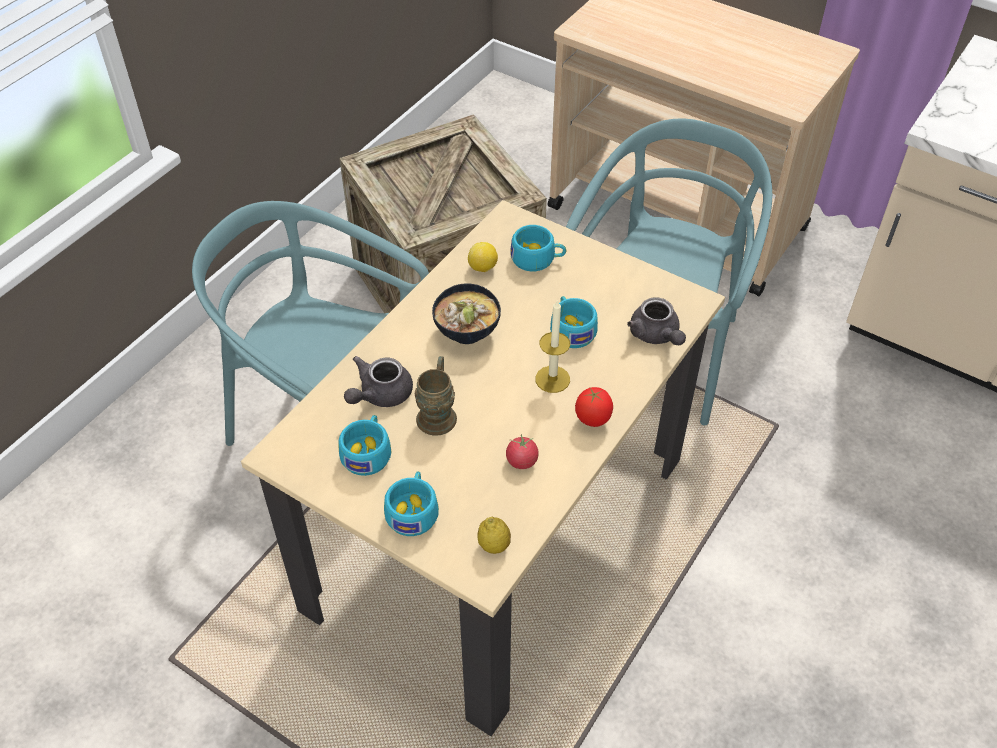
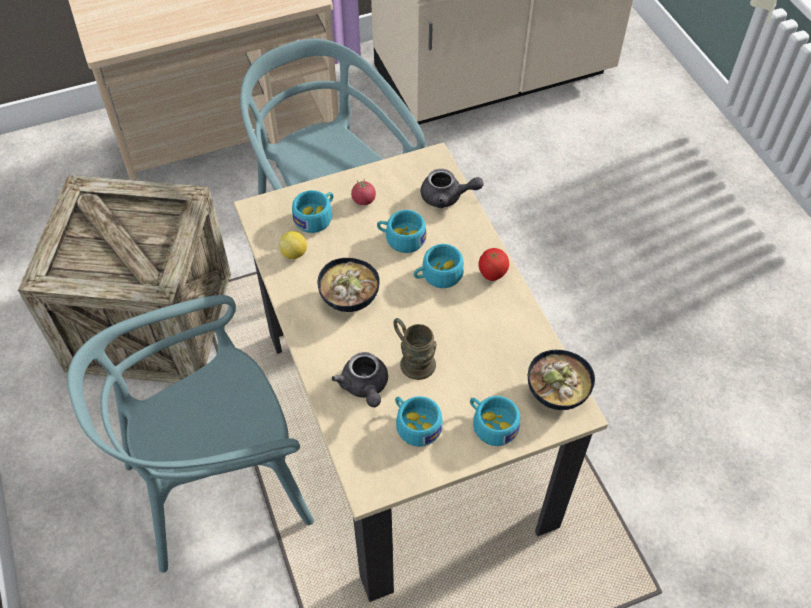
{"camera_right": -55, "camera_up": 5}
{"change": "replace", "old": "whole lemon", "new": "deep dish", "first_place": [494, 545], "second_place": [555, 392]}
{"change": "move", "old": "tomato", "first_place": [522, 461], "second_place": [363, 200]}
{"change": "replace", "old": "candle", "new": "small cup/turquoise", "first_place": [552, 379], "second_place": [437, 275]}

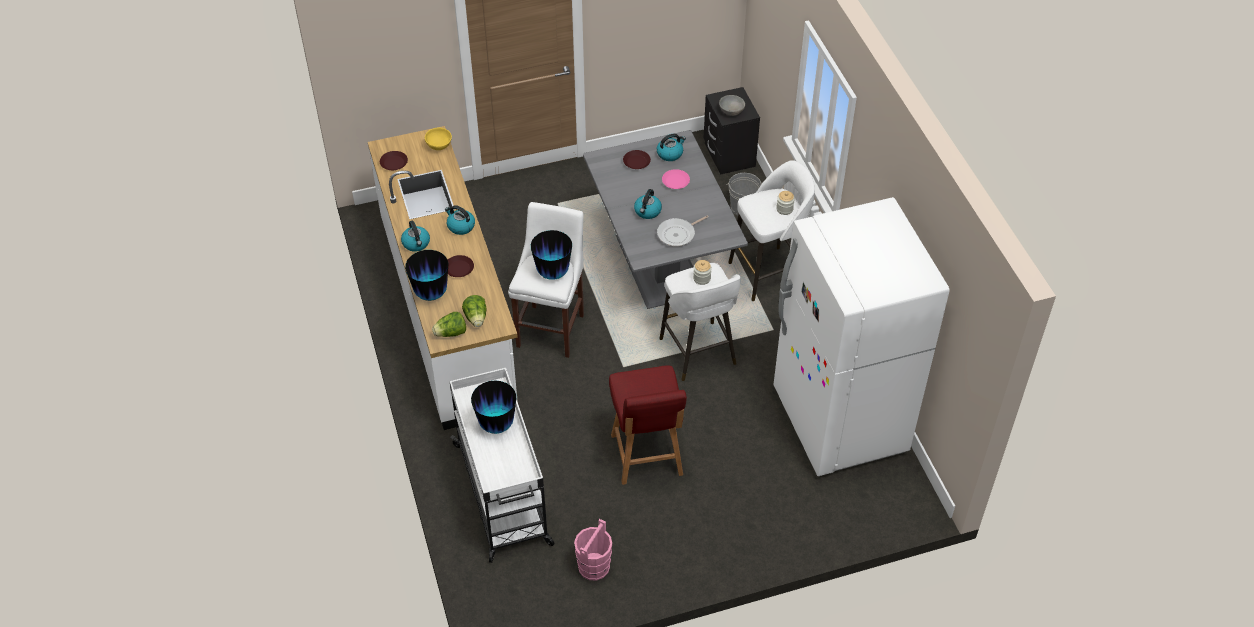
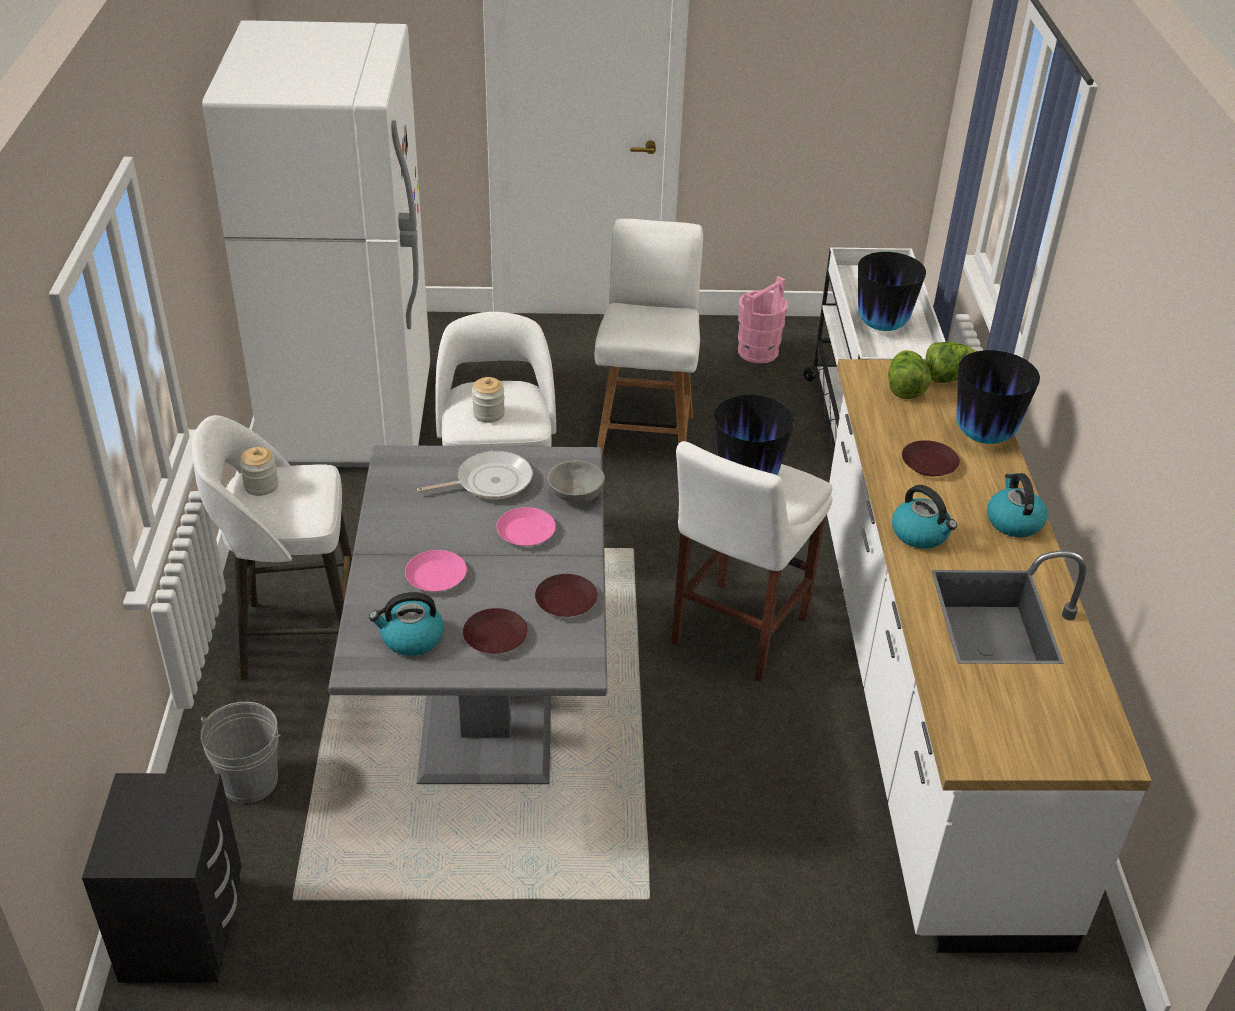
{"camera_right": -165, "camera_up": -10}
{"change": "move", "old": "plate/brown", "first_place": [394, 163], "second_place": [565, 600]}
{"change": "delete", "old": "deep dish/yellow-coloured", "first_place": [439, 145]}
{"change": "recolor", "old": "upright chair/red-coloured", "new": "upright chair/white", "first_place": [647, 456], "second_place": [645, 436]}
{"change": "replace", "old": "kettle", "new": "plate/pinkish", "first_place": [647, 211], "second_place": [525, 532]}
{"change": "move", "old": "deep dish/gray", "first_place": [731, 111], "second_place": [575, 497]}

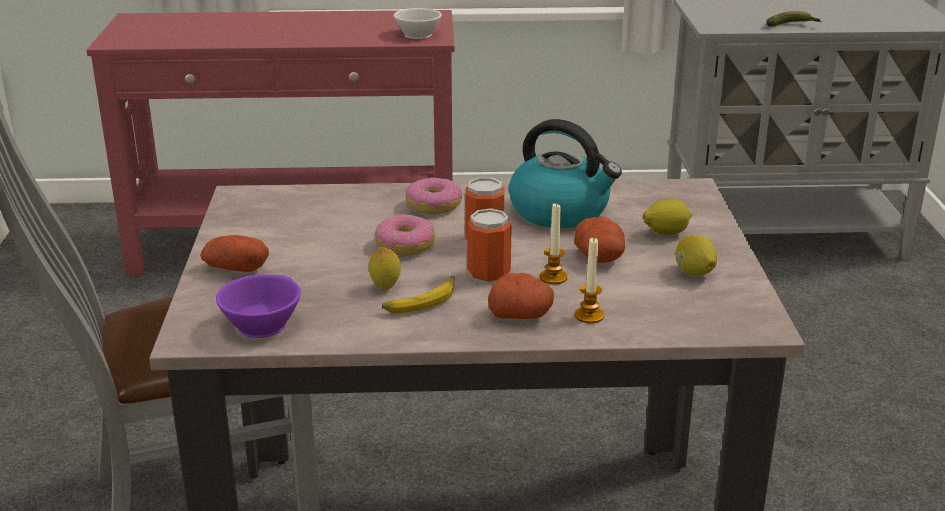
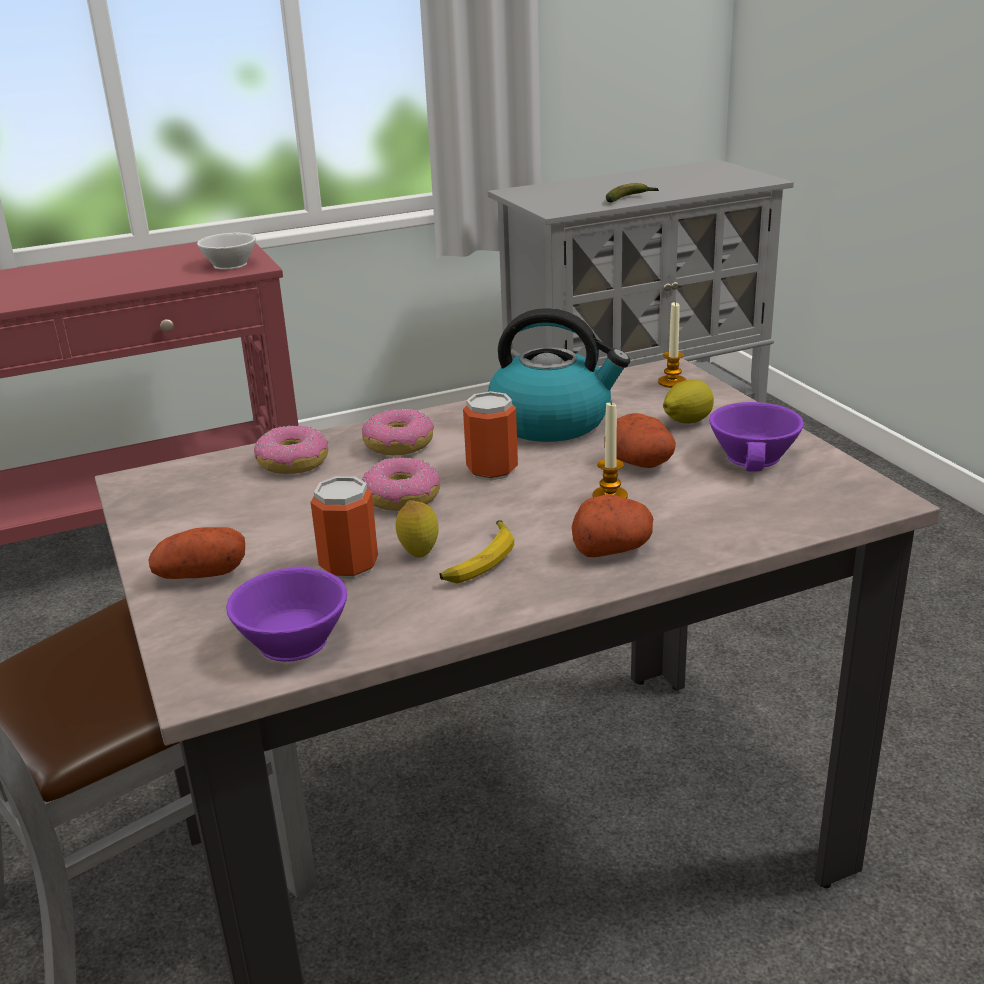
{"camera_right": -20, "camera_up": 0}
{"change": "move", "old": "can", "first_place": [488, 274], "second_place": [349, 565]}
{"change": "move", "old": "candle", "first_place": [589, 316], "second_place": [672, 382]}
{"change": "replace", "old": "whole lemon", "new": "small cup/purple", "first_place": [694, 273], "second_place": [757, 457]}
{"change": "insert", "new": "ring doughnut", "second_place": [293, 462]}

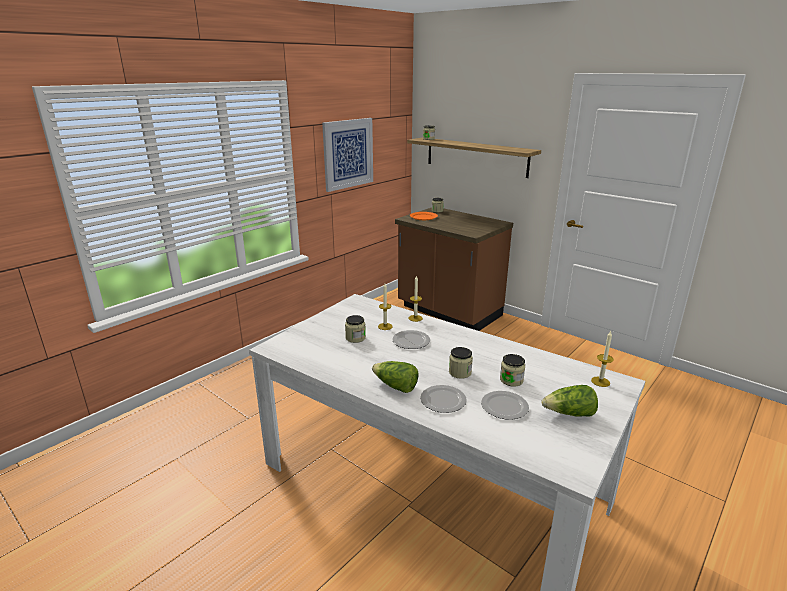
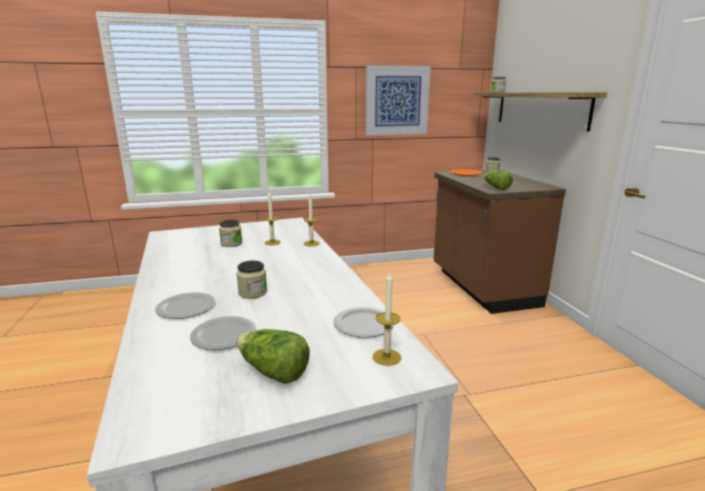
{"camera_right": 35, "camera_up": -5}
{"change": "move", "old": "head of lettuce", "first_place": [395, 386], "second_place": [496, 188]}
{"change": "move", "old": "plate", "first_place": [411, 341], "second_place": [364, 325]}
{"change": "delete", "old": "storage jar", "first_place": [511, 380]}

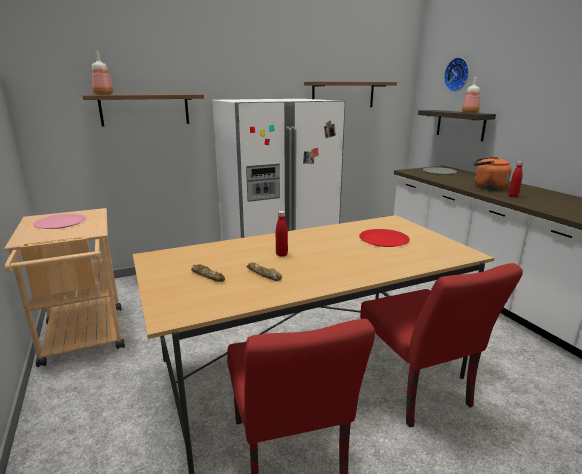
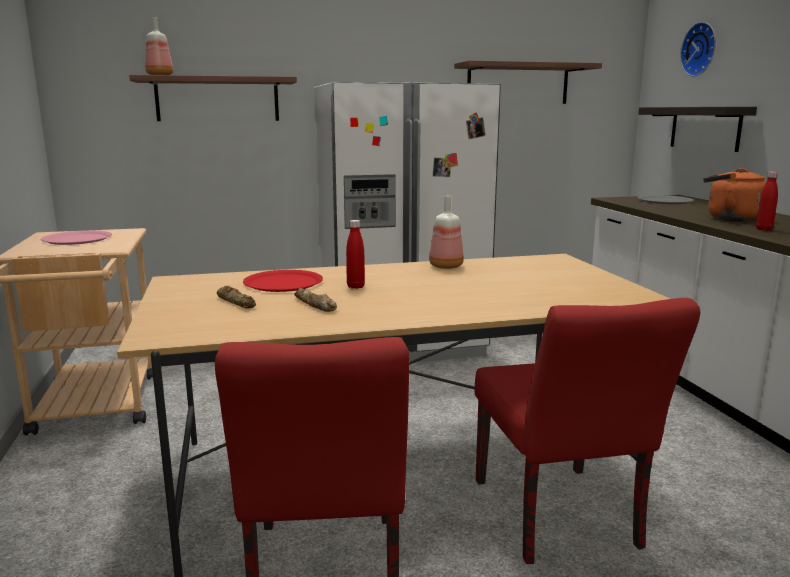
{"camera_right": 10, "camera_up": -5}
{"change": "move", "old": "plate/red-coloured", "first_place": [383, 239], "second_place": [283, 282]}
{"change": "move", "old": "bottle", "first_place": [470, 112], "second_place": [447, 267]}

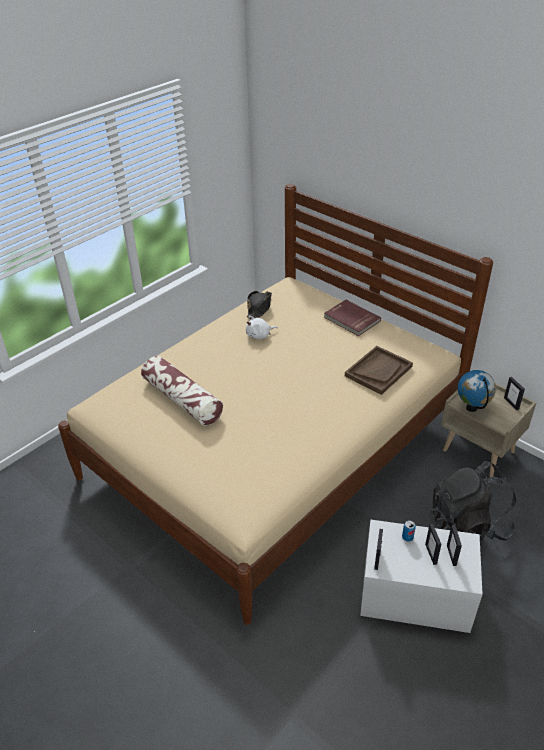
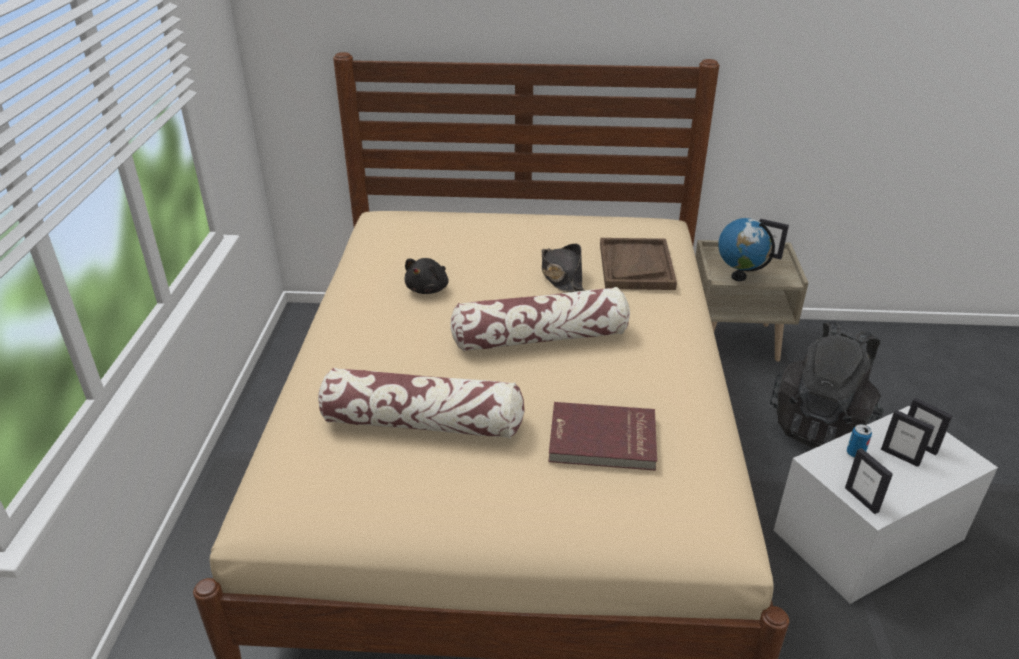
{"camera_right": -40, "camera_up": -5}
{"change": "recolor", "old": "soft toy/white", "new": "soft toy/black", "first_place": [259, 335], "second_place": [428, 289]}
{"change": "move", "old": "wearable hat/black", "first_place": [259, 308], "second_place": [561, 276]}
{"change": "move", "old": "volume/red-coloured", "first_place": [351, 319], "second_place": [602, 440]}
{"change": "insert", "new": "cushion", "second_place": [540, 337]}

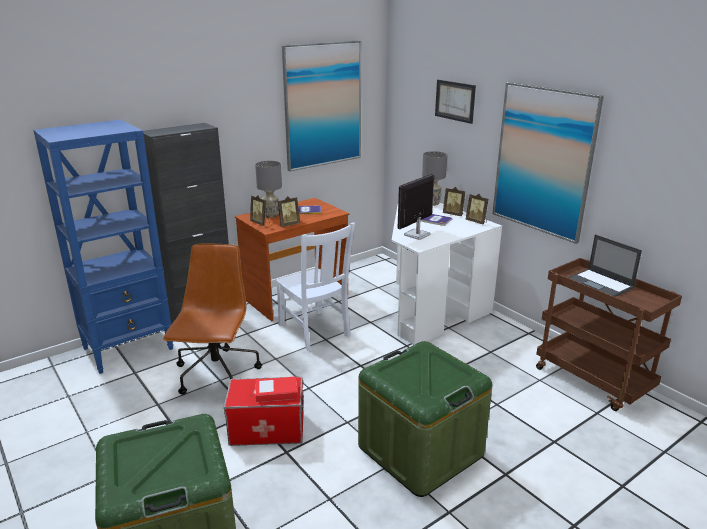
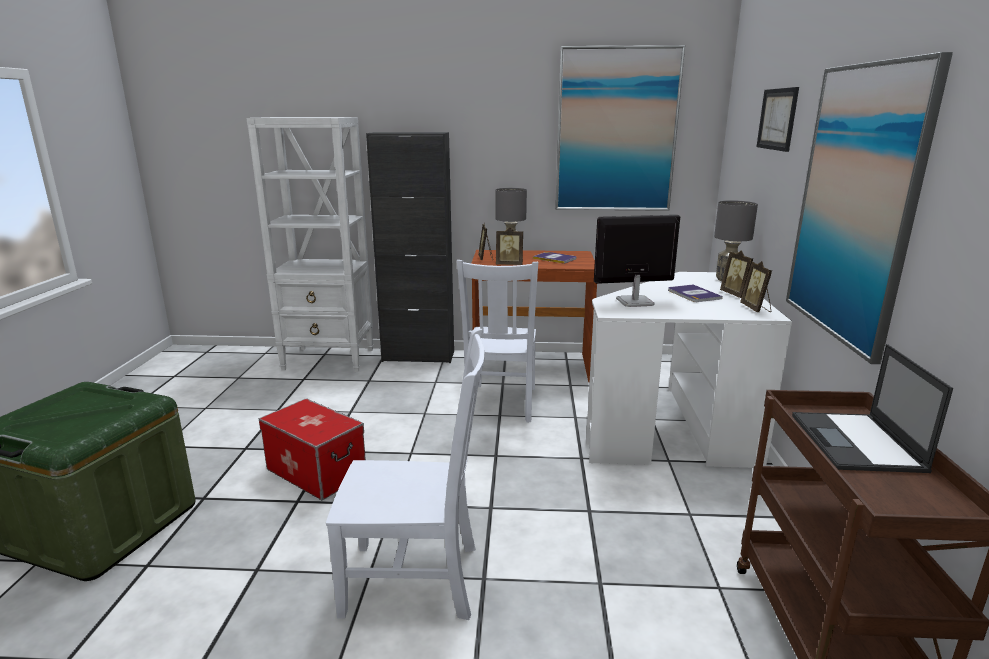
{"camera_right": 40, "camera_up": -5}
{"change": "recolor", "old": "bookshelf/blue-coloured", "new": "bookshelf/white", "first_place": [129, 348], "second_place": [329, 359]}
{"change": "delete", "old": "office chair/brown", "first_place": [216, 375]}
{"change": "delete", "old": "volume", "first_place": [276, 393]}
{"change": "replace", "old": "storage bin/green-coloured", "new": "upright chair/white", "first_place": [420, 451], "second_place": [416, 580]}

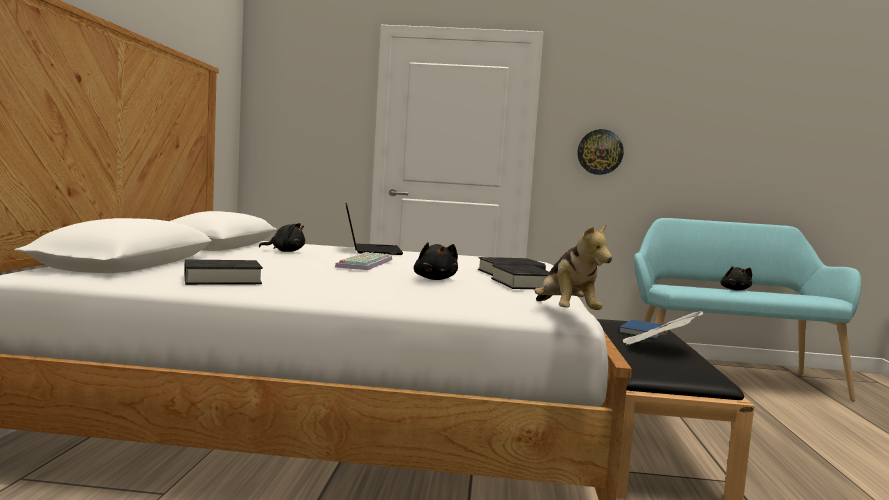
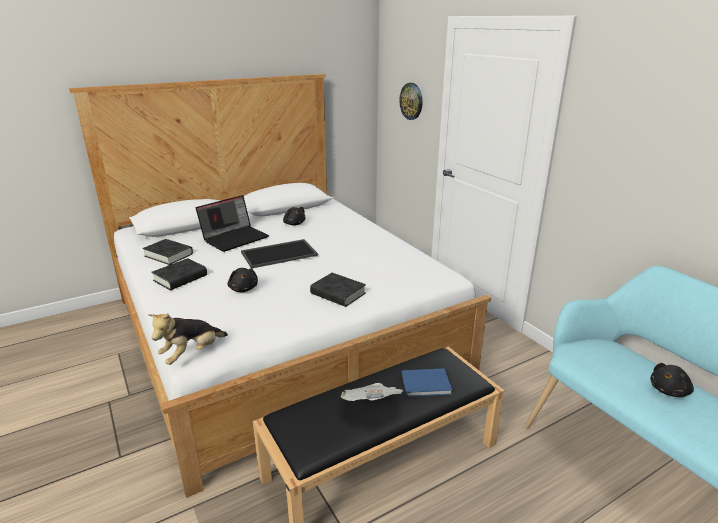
{"camera_right": 55, "camera_up": 20}
{"change": "replace", "old": "PC keyboard", "new": "carrying tray", "first_place": [364, 263], "second_place": [279, 253]}
{"change": "move", "old": "laptop", "first_place": [370, 250], "second_place": [235, 238]}
{"change": "rotate", "old": "soft toy/black", "first_place": [435, 279], "second_place": [243, 289], "degrees": -60}
{"change": "move", "old": "volume/black", "first_place": [524, 284], "second_place": [180, 278]}
{"change": "move", "old": "hanging clock", "first_place": [600, 152], "second_place": [411, 101]}

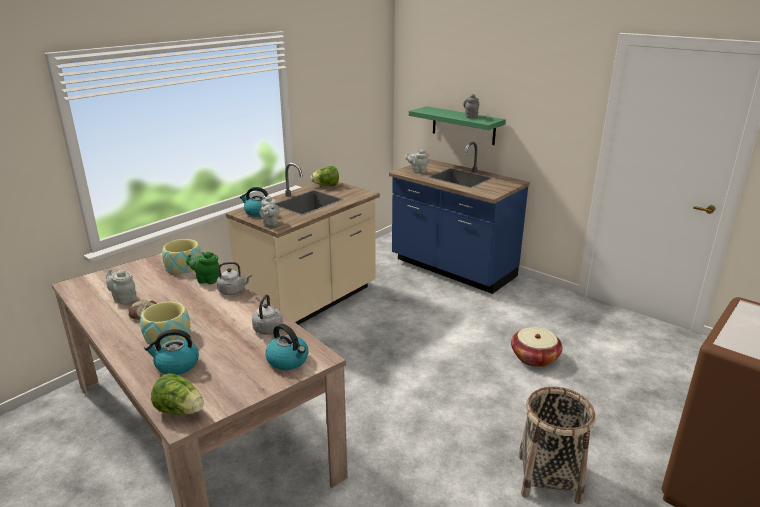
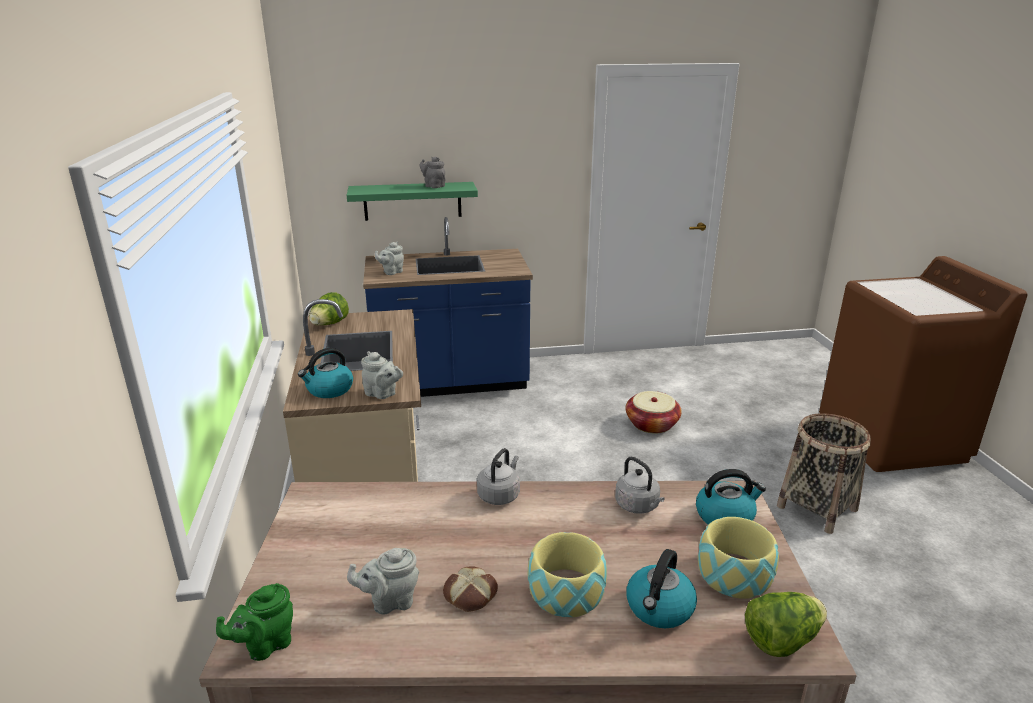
{"camera_right": -50, "camera_up": 0}
{"change": "move", "old": "deep dish", "first_place": [183, 266], "second_place": [734, 575]}
{"change": "move", "old": "teapot/green-coloured", "first_place": [206, 280], "second_place": [265, 645]}

